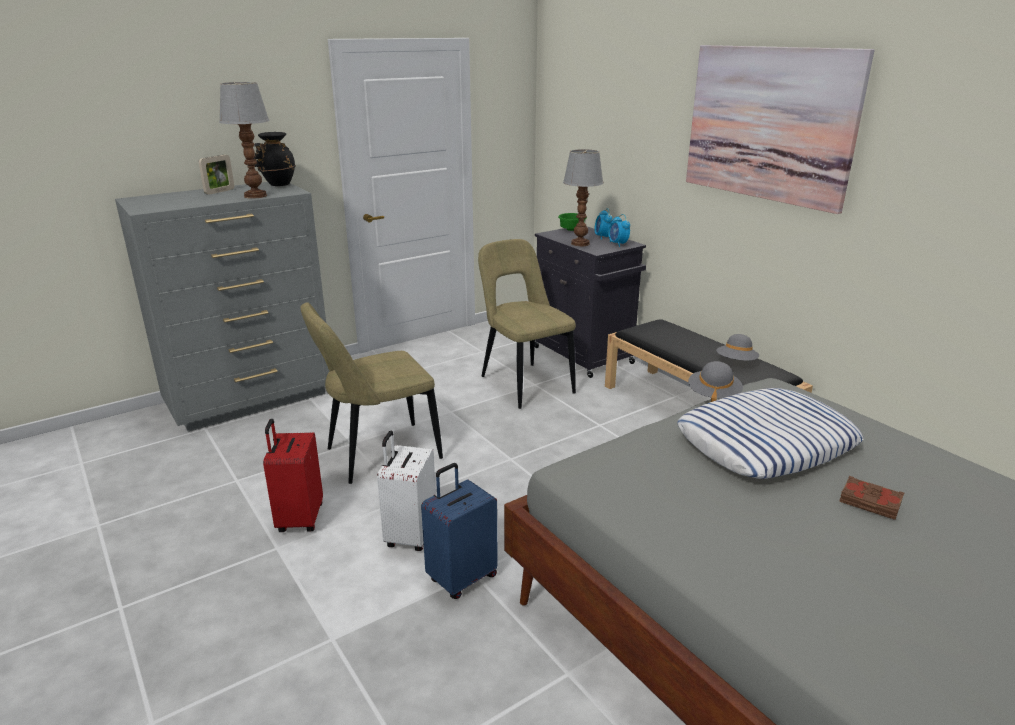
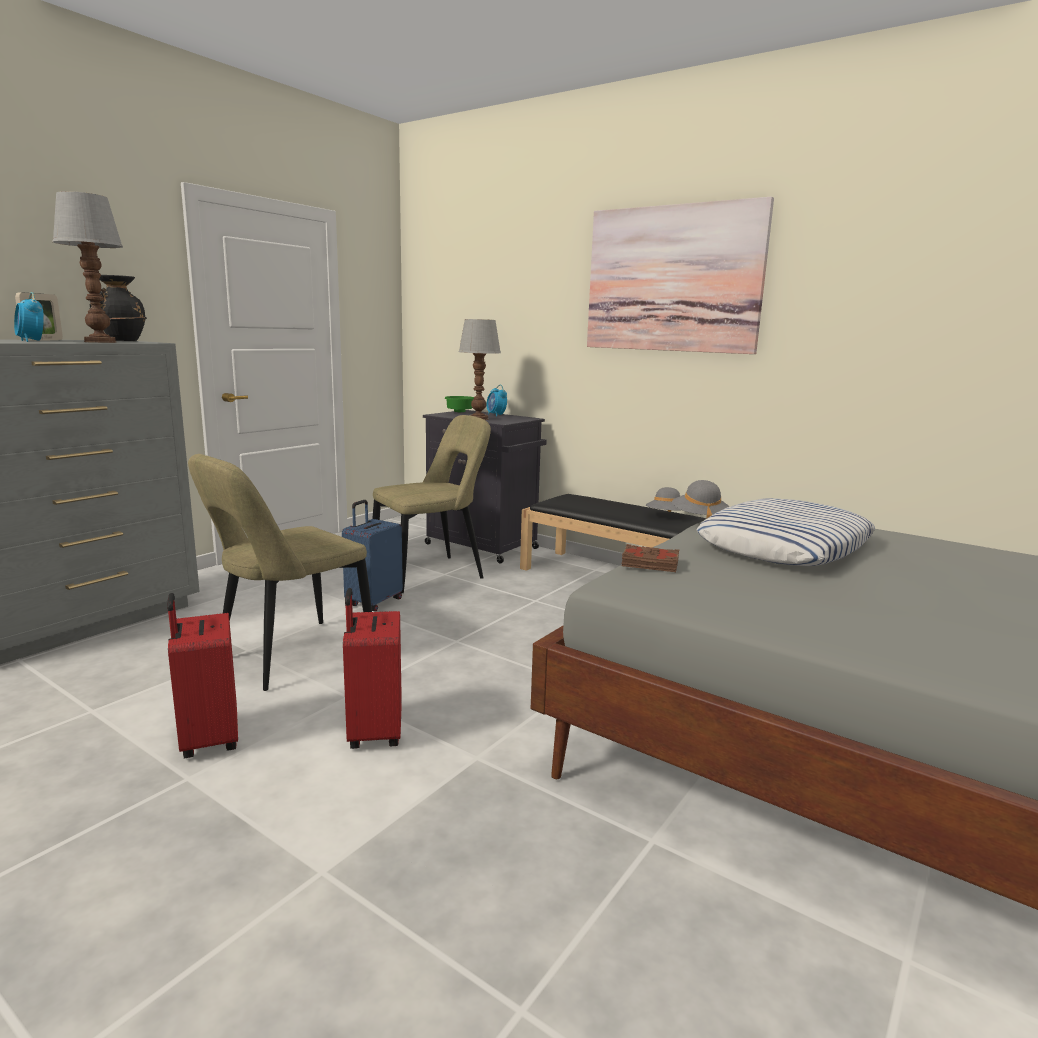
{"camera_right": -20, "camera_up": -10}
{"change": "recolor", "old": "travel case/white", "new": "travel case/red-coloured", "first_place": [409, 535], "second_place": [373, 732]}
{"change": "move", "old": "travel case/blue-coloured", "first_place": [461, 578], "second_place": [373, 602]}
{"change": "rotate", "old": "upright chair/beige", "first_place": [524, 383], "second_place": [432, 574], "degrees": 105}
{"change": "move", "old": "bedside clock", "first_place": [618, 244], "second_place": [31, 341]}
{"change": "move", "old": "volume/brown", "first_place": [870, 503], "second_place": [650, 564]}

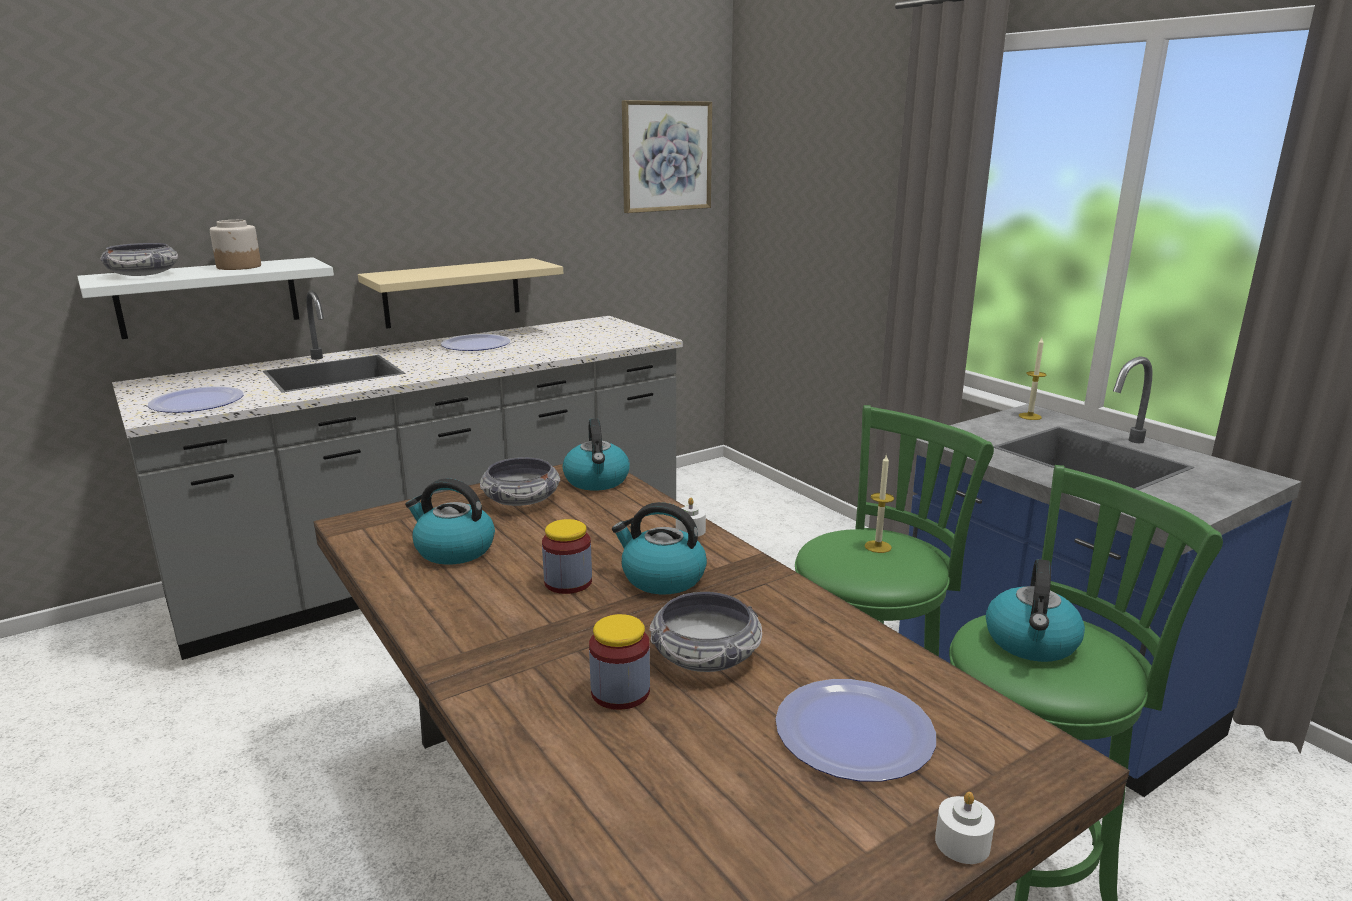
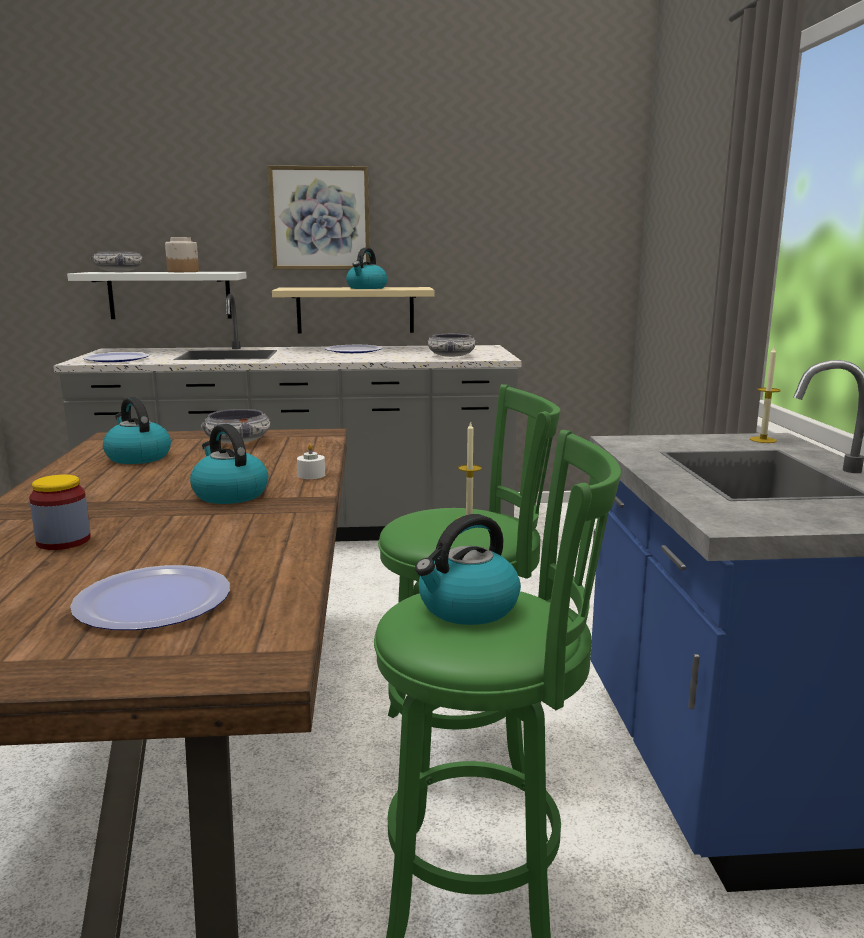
{"camera_right": 30, "camera_up": -5}
{"change": "delete", "old": "storage jar", "first_place": [568, 582]}
{"change": "move", "old": "kettle", "first_place": [597, 481], "second_place": [366, 288]}
{"change": "move", "old": "wall picture", "first_place": [666, 156], "second_place": [320, 218]}
{"change": "move", "old": "deep dish", "first_place": [704, 655], "second_place": [451, 356]}
{"change": "delete", "old": "candle/white", "first_place": [962, 843]}

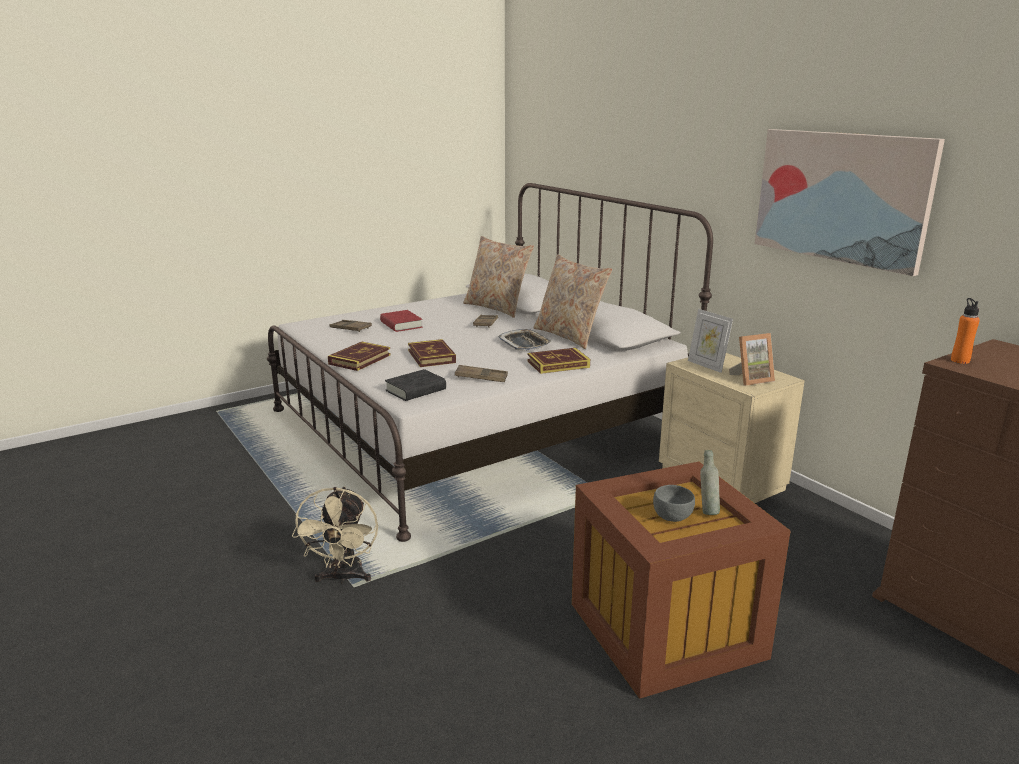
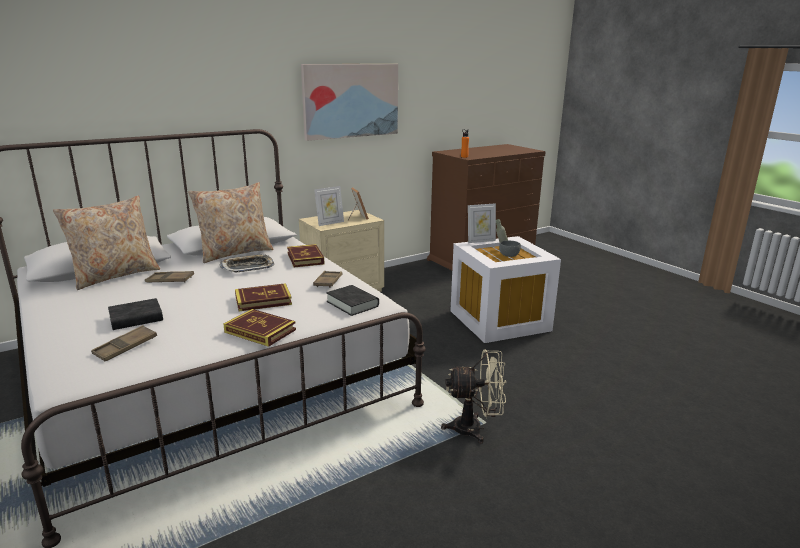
{"camera_right": -90, "camera_up": 0}
{"change": "recolor", "old": "volume/red-coloured", "new": "volume/black", "first_place": [401, 325], "second_place": [136, 319]}
{"change": "recolor", "old": "storage bin/brown", "new": "storage bin/white", "first_place": [669, 631], "second_place": [500, 320]}
{"change": "insert", "new": "standing frame", "second_place": [480, 241]}

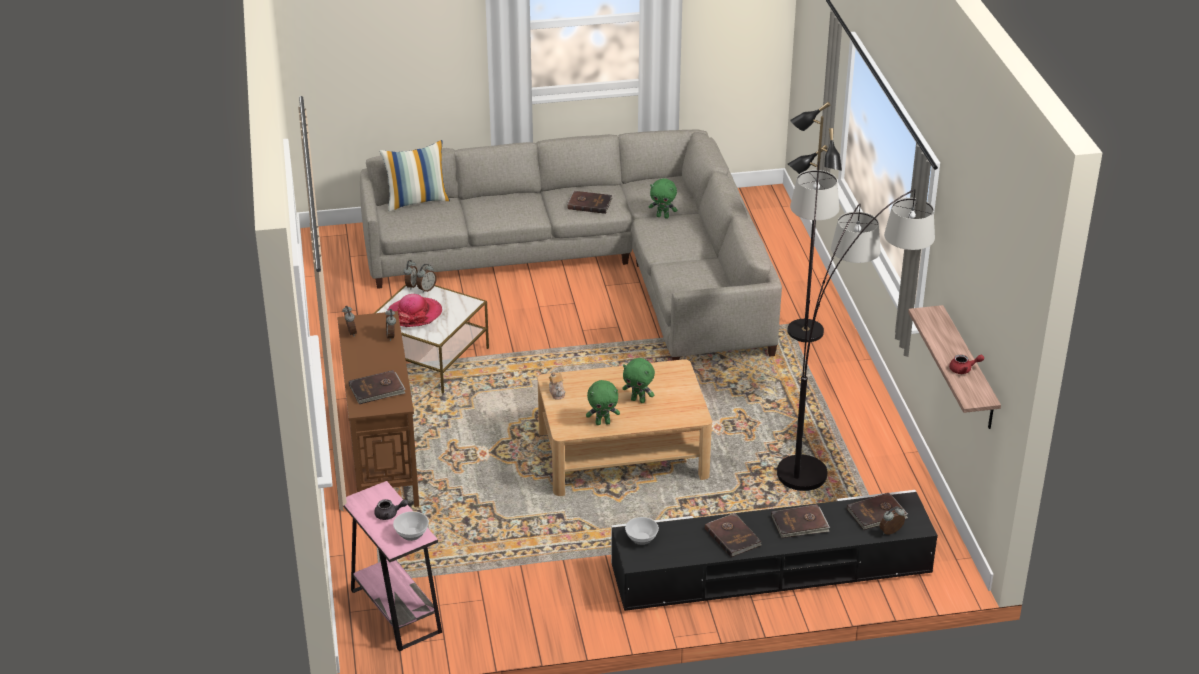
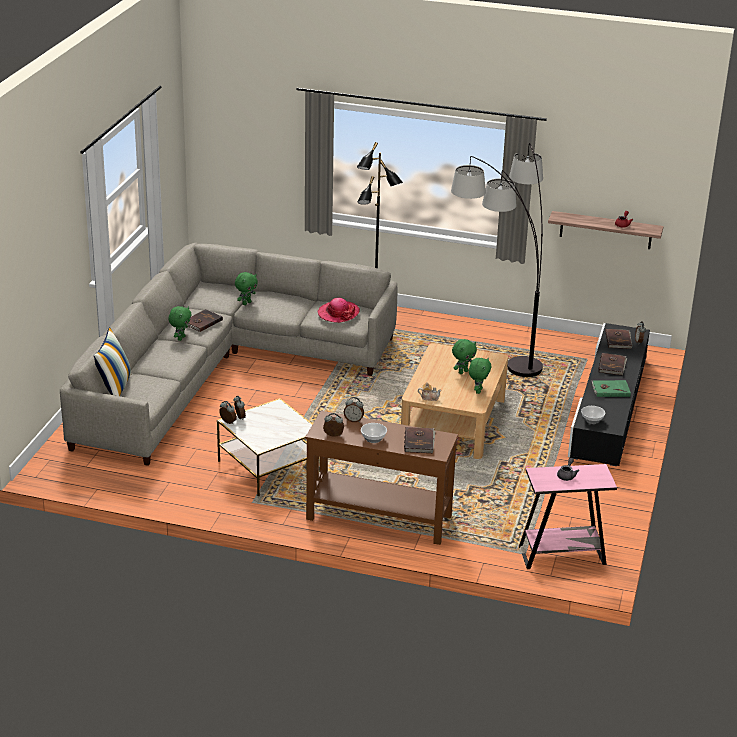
{"camera_right": -65, "camera_up": -5}
{"change": "move", "old": "wearable hat", "first_place": [414, 314], "second_place": [338, 313]}
{"change": "move", "old": "deep dish", "first_place": [412, 534], "second_place": [374, 439]}
{"change": "recolor", "old": "volume/brown", "new": "volume/green-coloured", "first_place": [733, 536], "second_place": [610, 390]}
{"change": "insert", "new": "soft toy/green-coloured", "second_place": [180, 338]}

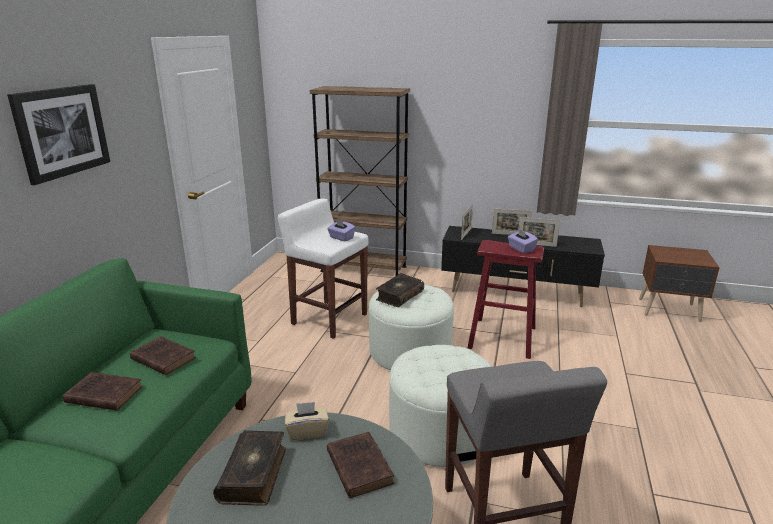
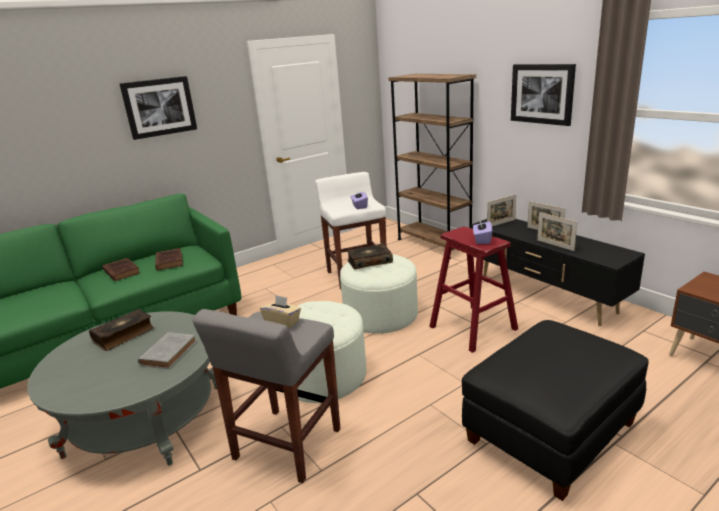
{"camera_right": 40, "camera_up": 0}
{"change": "move", "old": "tissue holder/beige", "first_place": [307, 431], "second_place": [282, 322]}
{"change": "recolor", "old": "volume/brown", "new": "volume/gray", "first_place": [358, 466], "second_place": [169, 352]}
{"change": "insert", "new": "pouffe/black", "second_place": [551, 434]}
{"change": "insert", "new": "wall picture", "second_place": [542, 94]}

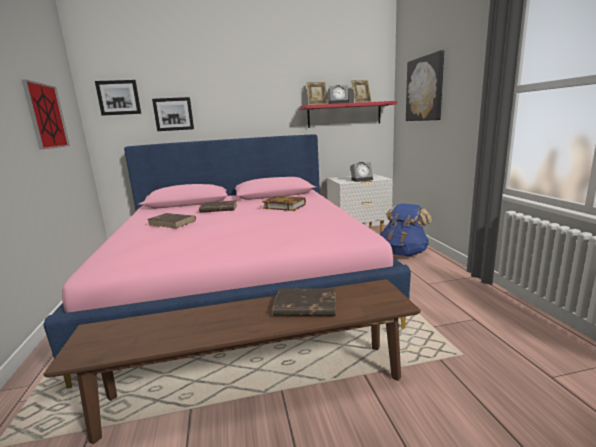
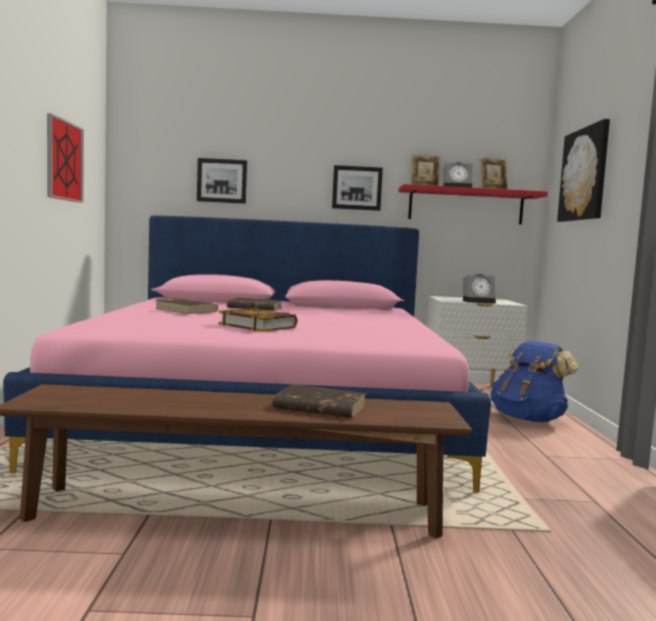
{"camera_right": 10, "camera_up": -10}
{"change": "move", "old": "wall picture", "first_place": [118, 97], "second_place": [357, 188]}
{"change": "move", "old": "volume", "first_place": [284, 206], "second_place": [258, 326]}

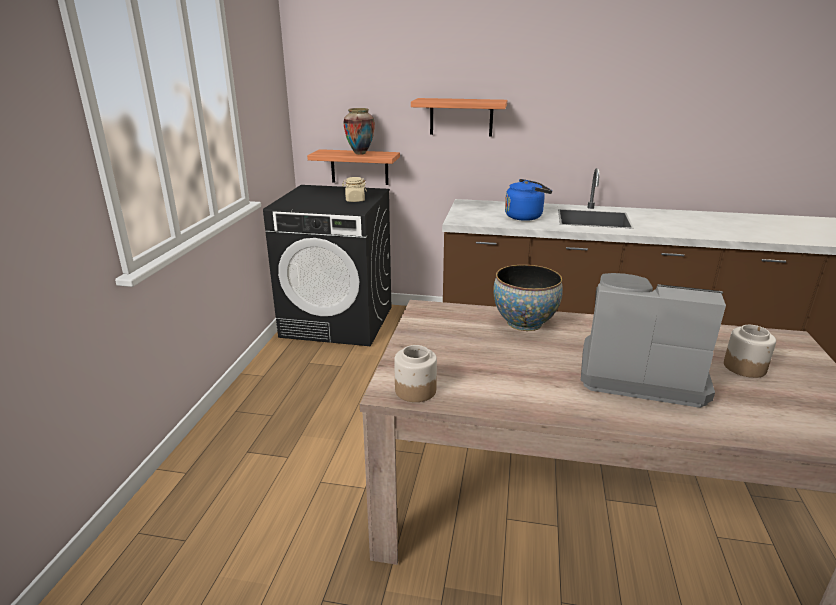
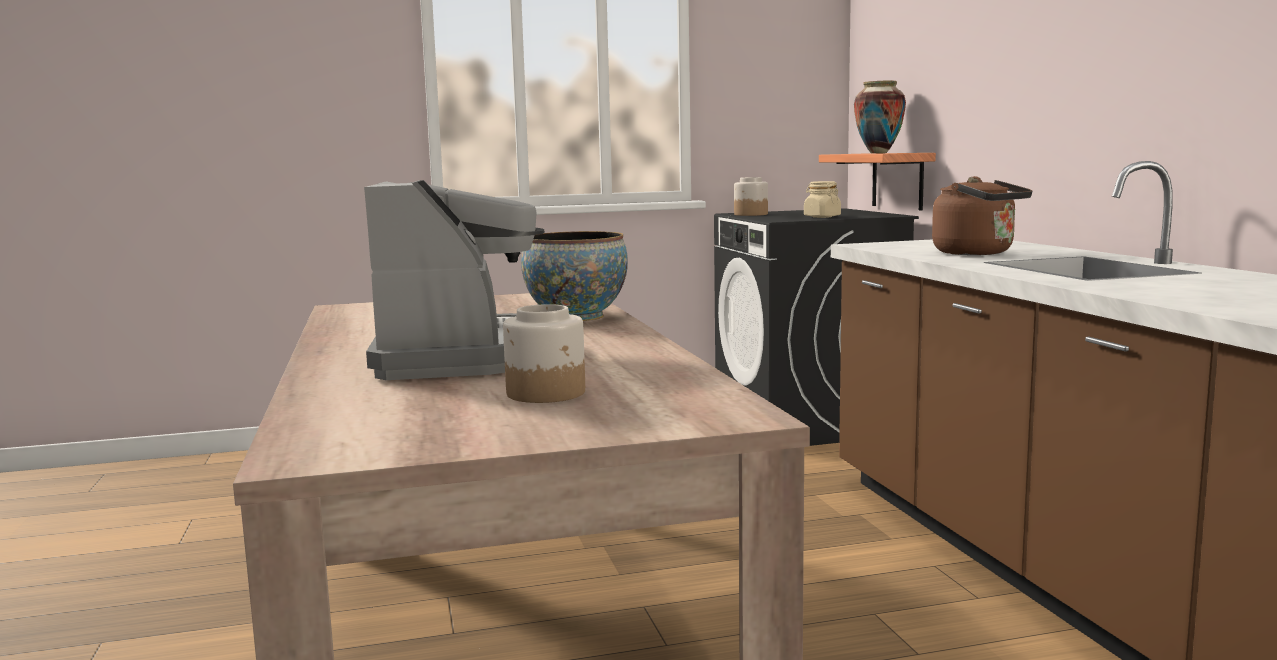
{"camera_right": 65, "camera_up": -15}
{"change": "move", "old": "storage jar", "first_place": [415, 390], "second_place": [750, 214]}
{"change": "delete", "old": "bracket shelf", "first_place": [461, 117]}
{"change": "recolor", "old": "kettle/blue-coloured", "new": "kettle/brown", "first_place": [525, 216], "second_place": [978, 253]}

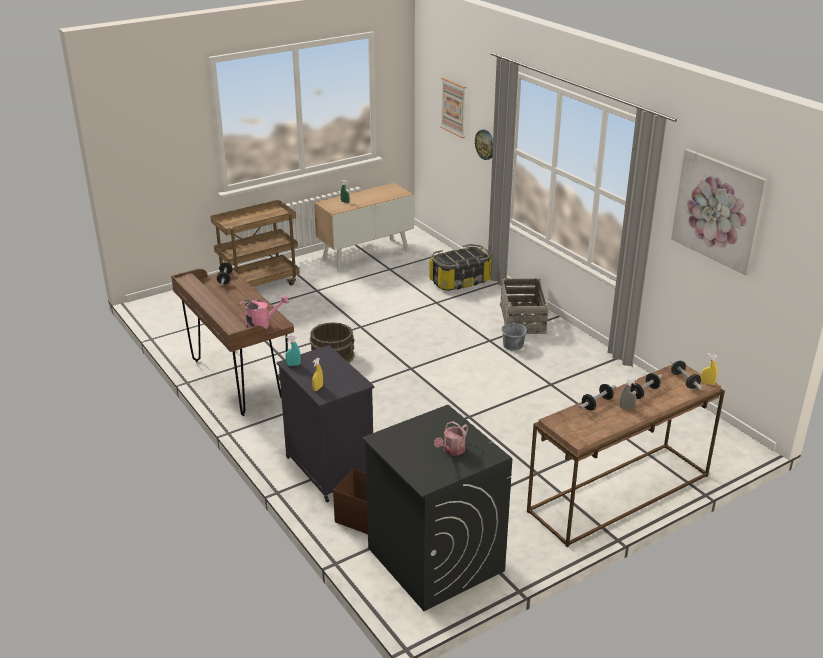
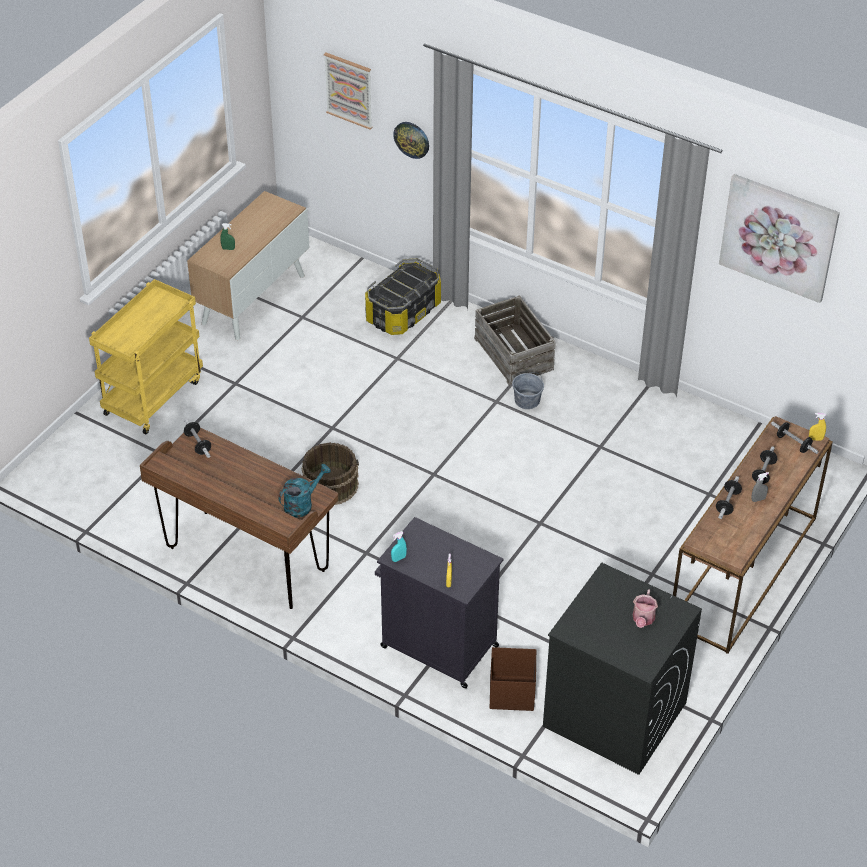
{"camera_right": -25, "camera_up": 15}
{"change": "recolor", "old": "wheeled cart/brown", "new": "wheeled cart/yellow-coloured", "first_place": [259, 284], "second_place": [153, 396]}
{"change": "recolor", "old": "watering can/pinkish", "new": "watering can/turquoise", "first_place": [262, 325], "second_place": [302, 504]}

